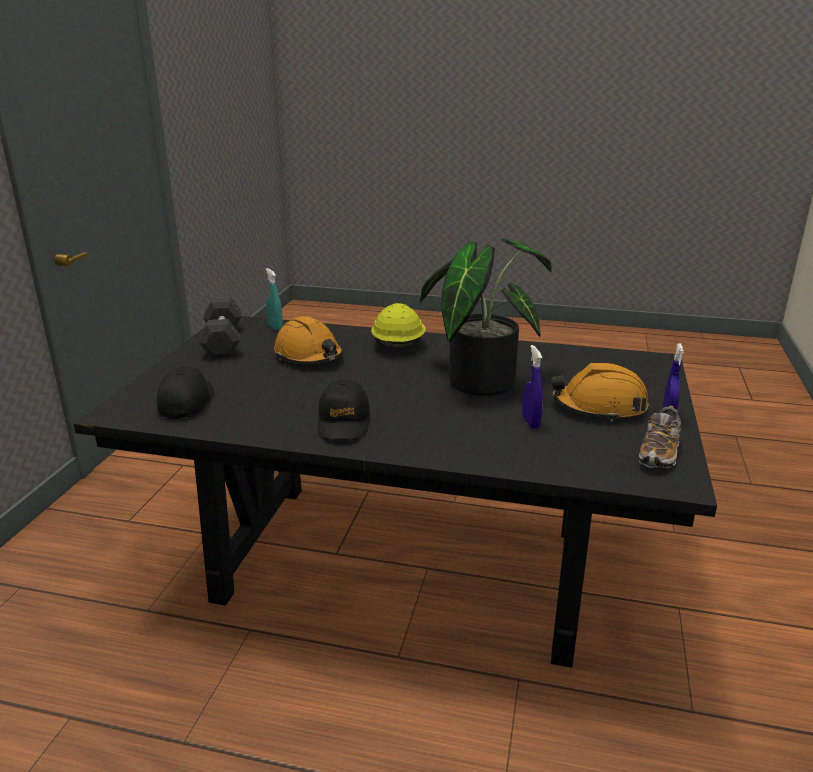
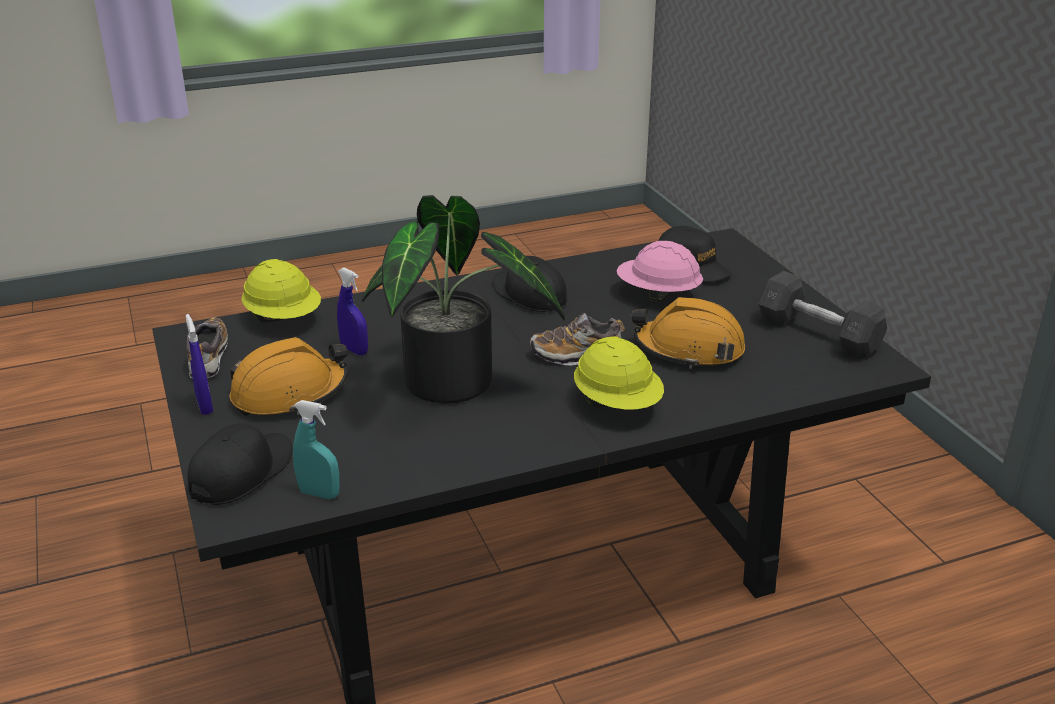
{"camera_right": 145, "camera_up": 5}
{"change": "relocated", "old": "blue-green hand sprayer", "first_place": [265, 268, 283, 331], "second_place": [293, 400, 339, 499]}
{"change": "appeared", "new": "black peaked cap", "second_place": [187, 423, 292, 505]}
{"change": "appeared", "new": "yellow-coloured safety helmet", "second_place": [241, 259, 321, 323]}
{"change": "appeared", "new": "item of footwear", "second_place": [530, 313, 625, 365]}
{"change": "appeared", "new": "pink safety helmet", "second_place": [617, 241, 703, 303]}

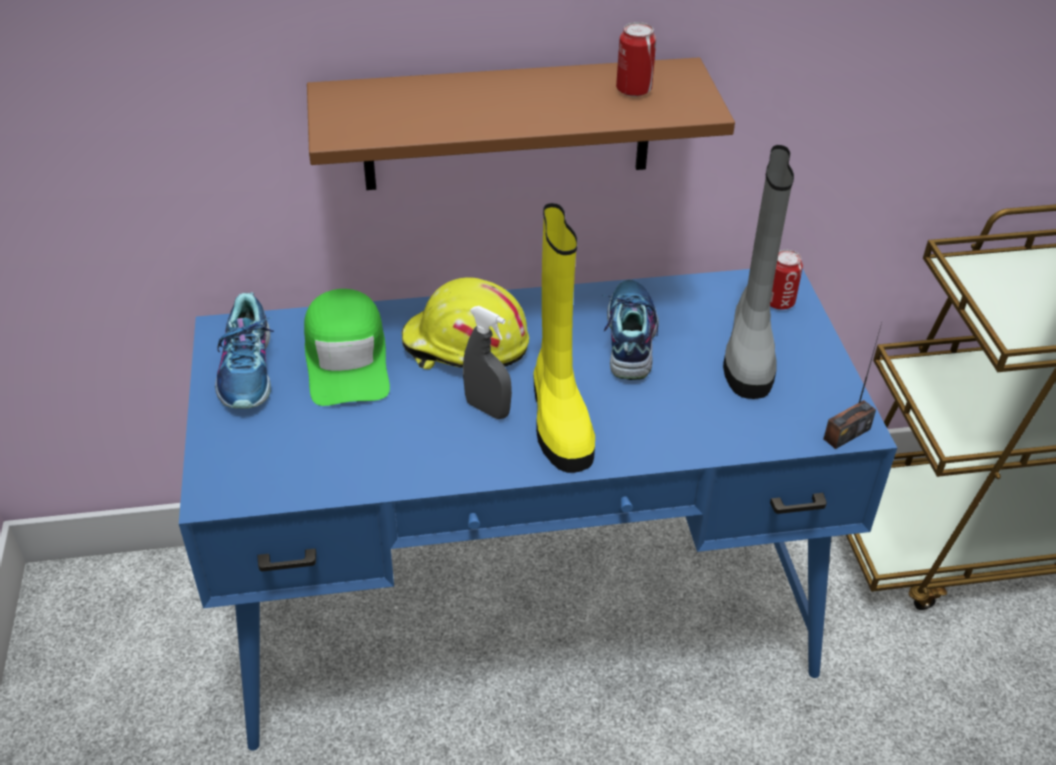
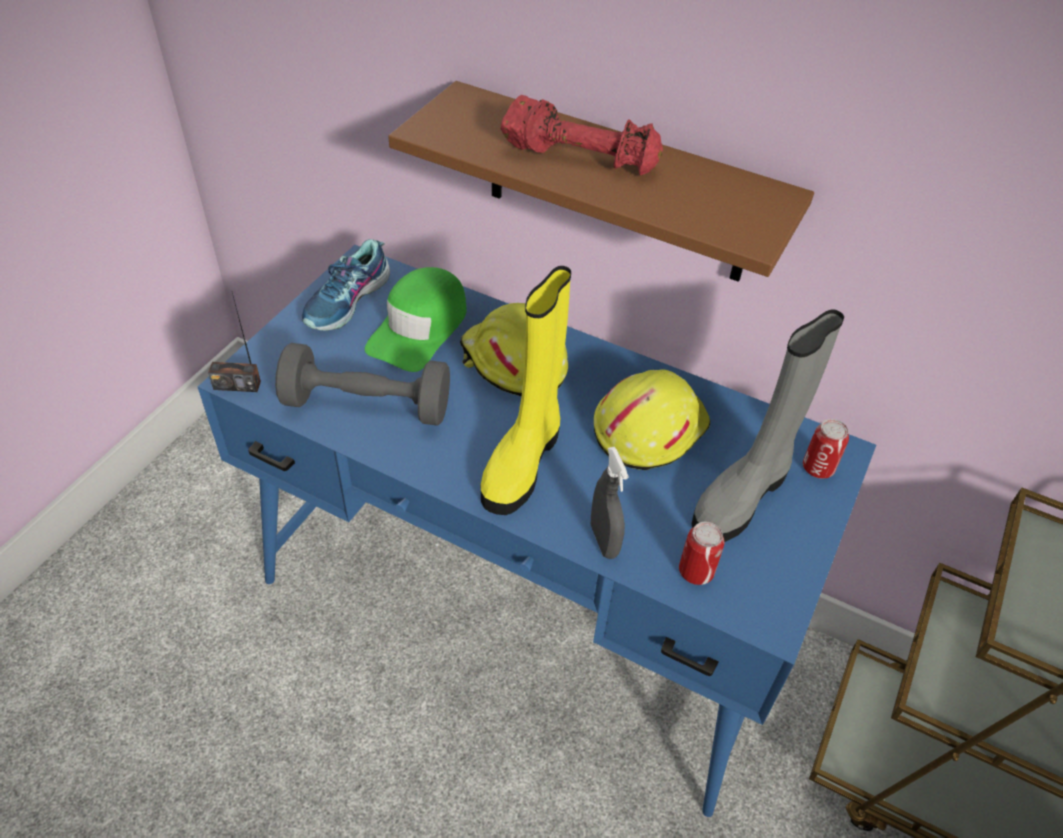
{"camera_right": 35, "camera_up": 5}
{"change": "relocated", "old": "greyish hand sprayer", "first_place": [463, 306, 512, 419], "second_place": [591, 447, 629, 559]}
{"change": "exchanged", "old": "item of footwear", "new": "yellow-coloured safety helmet", "first_place": [602, 280, 659, 380], "second_place": [594, 369, 710, 470]}
{"change": "relocated", "old": "metal can", "first_place": [616, 22, 656, 97], "second_place": [679, 521, 725, 585]}
{"change": "relocated", "old": "radio set", "first_place": [824, 323, 882, 449], "second_place": [208, 293, 261, 392]}
{"change": "appeared", "new": "greyish hand weight", "second_place": [275, 343, 450, 426]}
{"change": "appeared", "new": "red hand weight", "second_place": [501, 95, 663, 175]}

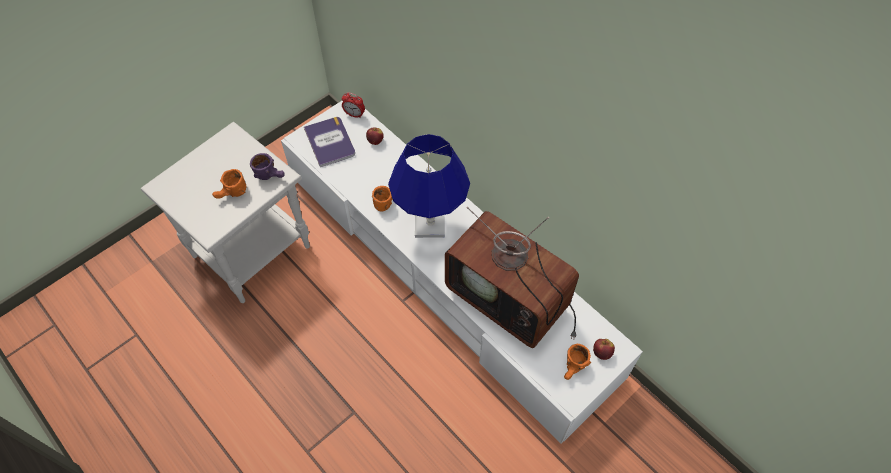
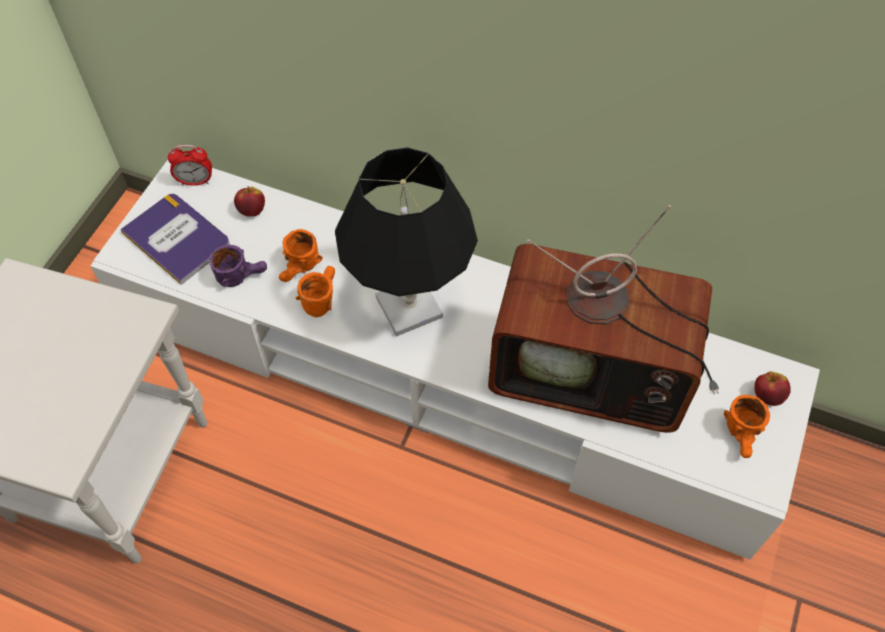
{"camera_right": -25, "camera_up": 0}
{"change": "relocated", "old": "orange-coloured coffee mug", "first_place": [212, 169, 246, 198], "second_place": [279, 229, 323, 282]}
{"change": "relocated", "old": "purplish coffee mug", "first_place": [250, 153, 285, 180], "second_place": [209, 244, 267, 287]}
{"change": "colour", "old": "blue tabletop lamp", "new": "black tabletop lamp", "first_place": [388, 134, 470, 238], "second_place": [335, 147, 478, 337]}

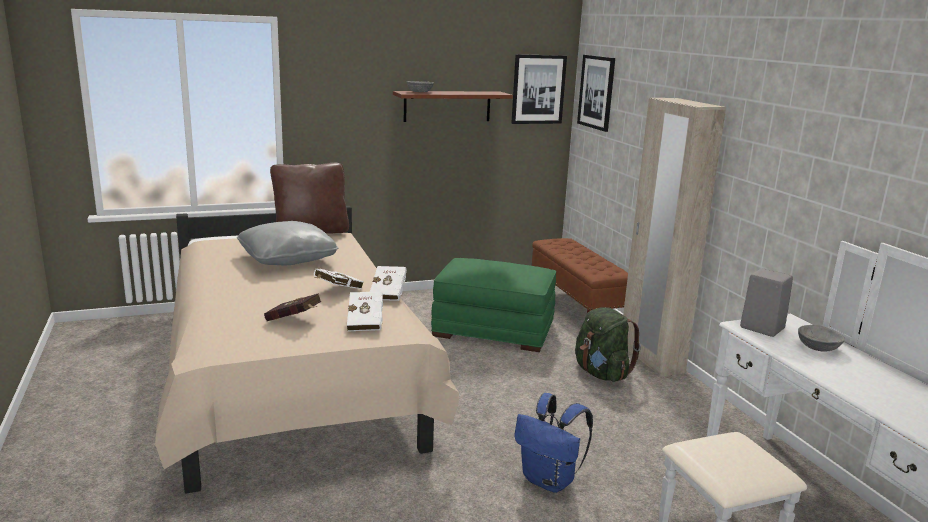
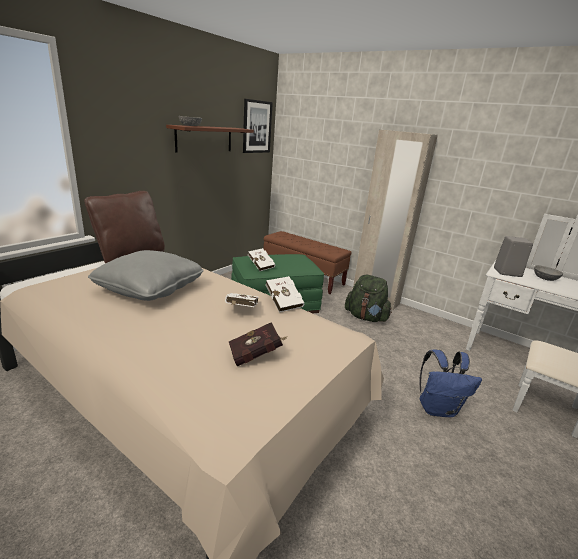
{"camera_right": -35, "camera_up": 5}
{"change": "relocated", "old": "whitish bound book", "first_place": [347, 291, 383, 332], "second_place": [248, 248, 275, 271]}
{"change": "missing", "old": "wall art", "first_place": [577, 55, 615, 132]}

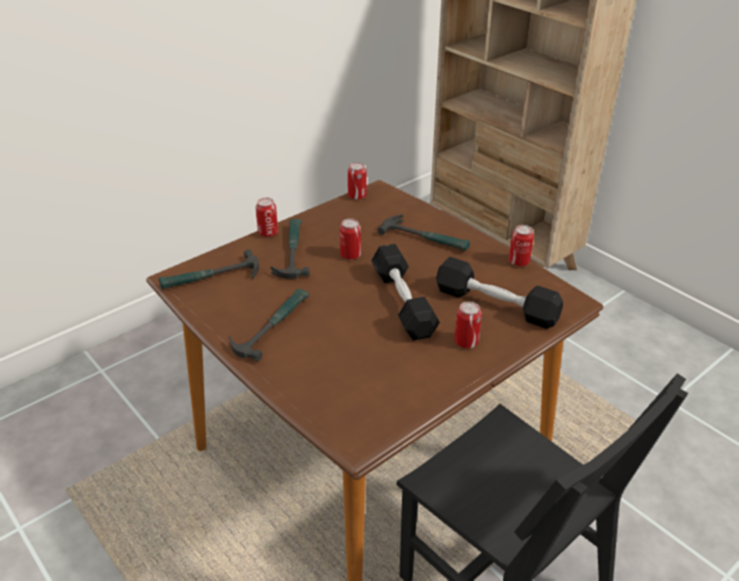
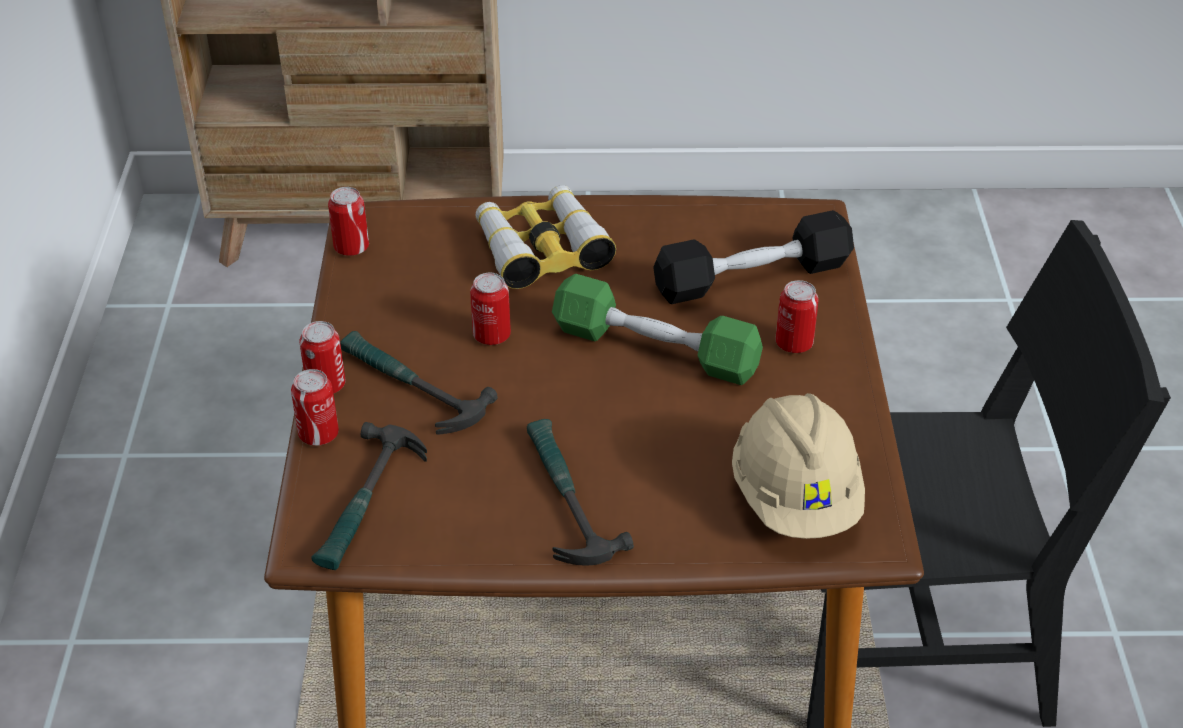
{"camera_right": -50, "camera_up": 5}
{"change": "colour", "old": "black hand weight", "new": "green hand weight", "first_place": [371, 244, 440, 340], "second_place": [552, 274, 763, 385]}
{"change": "exchanged", "old": "hammer", "new": "binoculars", "first_place": [378, 214, 470, 251], "second_place": [475, 185, 616, 289]}
{"change": "relocated", "old": "metal can", "first_place": [509, 225, 534, 267], "second_place": [291, 369, 339, 446]}
{"change": "appeared", "new": "sand-coloured safety helmet", "second_place": [732, 393, 865, 539]}

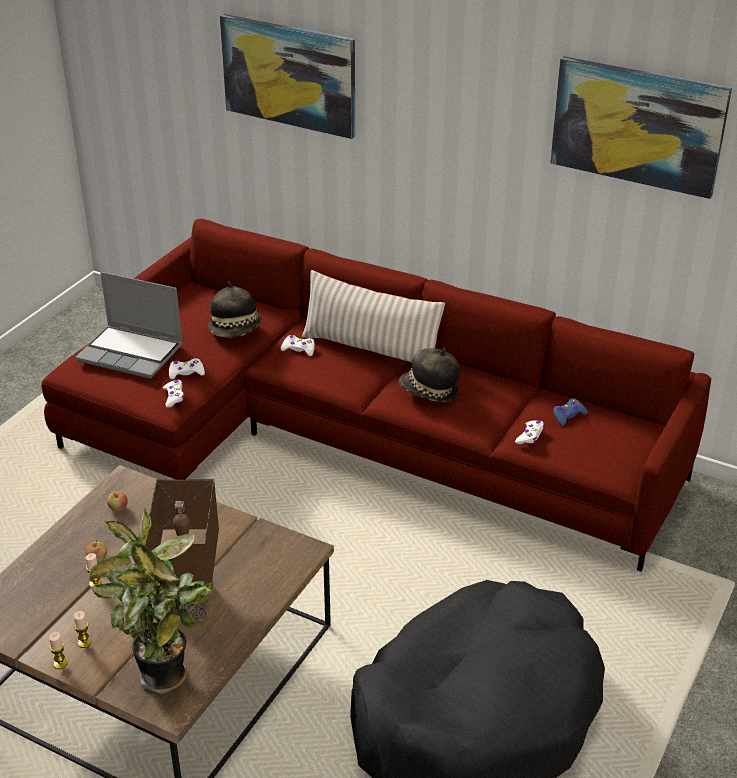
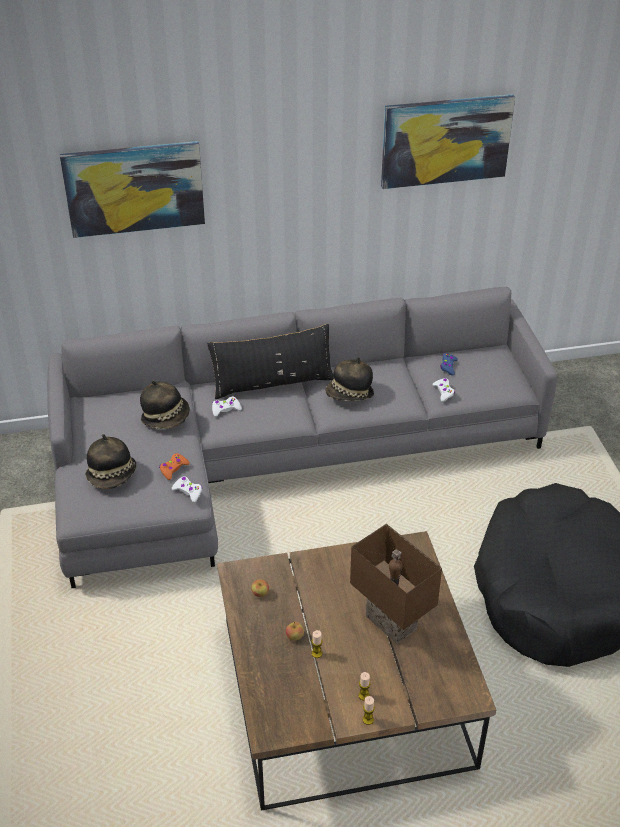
{"camera_right": -40, "camera_up": 5}
{"change": "colour", "old": "red sofa", "new": "greyish sofa", "first_place": [41, 219, 711, 572], "second_place": [47, 287, 557, 588]}
{"change": "exchanged", "old": "notebook computer", "new": "hat", "first_place": [75, 272, 183, 379], "second_place": [85, 434, 137, 489]}
{"change": "missing", "old": "potted plant", "first_place": [88, 507, 214, 694]}
{"change": "colour", "old": "whitish gamepad", "new": "orange-coloured gamepad", "first_place": [169, 358, 205, 379], "second_place": [159, 453, 190, 480]}
{"change": "colour", "old": "sand-coloured cushion", "new": "black cushion", "first_place": [302, 270, 445, 362], "second_place": [207, 324, 334, 399]}

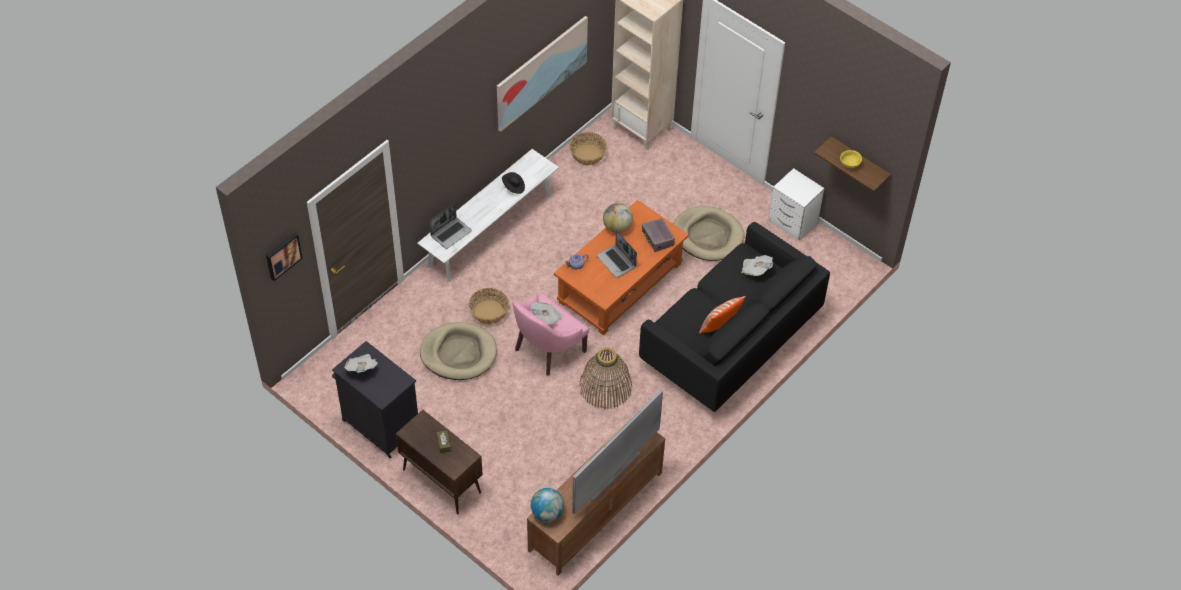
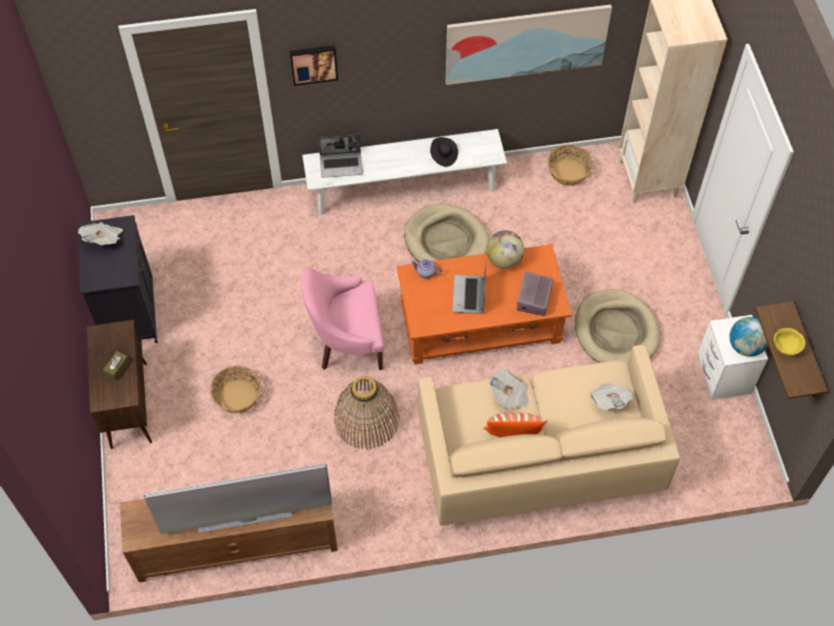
{"camera_right": 40, "camera_up": 5}
{"change": "relocated", "old": "wall art", "first_place": [266, 233, 303, 281], "second_place": [290, 45, 338, 86]}
{"change": "relocated", "old": "sand-coloured dog bed", "first_place": [420, 322, 497, 380], "second_place": [404, 204, 489, 262]}
{"change": "relocated", "old": "household basket", "first_place": [469, 288, 509, 324], "second_place": [210, 366, 261, 413]}
{"change": "relocated", "old": "printed paper", "first_place": [530, 301, 564, 325], "second_place": [489, 370, 529, 410]}
{"change": "relocated", "old": "globe", "first_place": [531, 488, 564, 522], "second_place": [729, 317, 768, 357]}
{"change": "colour", "old": "black sofa", "new": "sand-coloured sofa", "first_place": [639, 222, 830, 412], "second_place": [418, 345, 680, 526]}

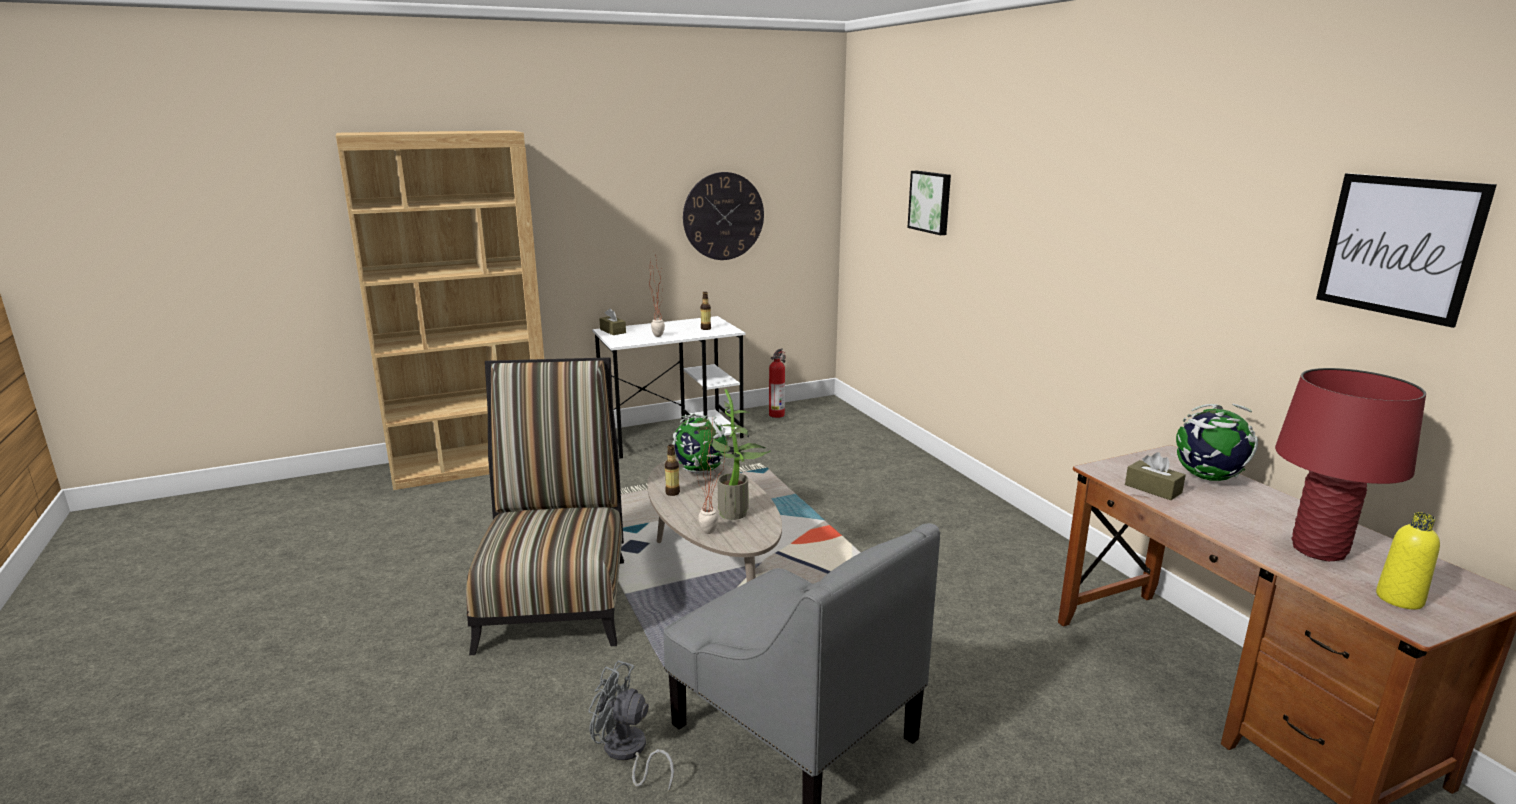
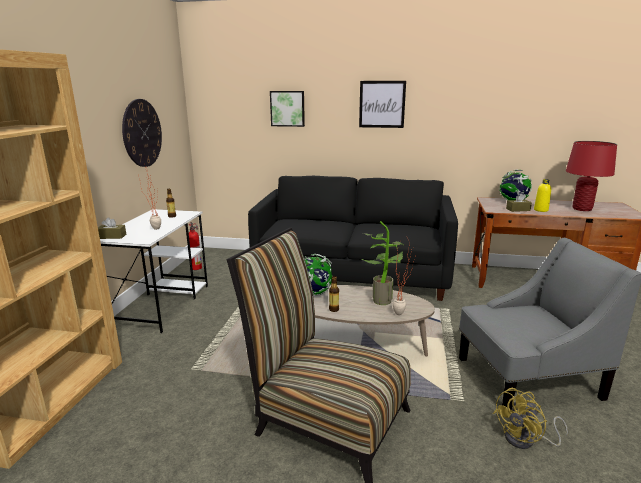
{"camera_right": -55, "camera_up": 0}
{"change": "colour", "old": "greyish fan", "new": "yellow-coloured fan", "first_place": [589, 660, 674, 792], "second_place": [493, 388, 568, 449]}
{"change": "relocated", "old": "wall art", "first_place": [1316, 173, 1497, 328], "second_place": [359, 81, 406, 128]}
{"change": "relocated", "old": "yellow-coloured drink bottle", "first_place": [1376, 512, 1440, 609], "second_place": [534, 179, 551, 212]}
{"change": "appeared", "new": "black sofa", "second_place": [248, 176, 458, 301]}

